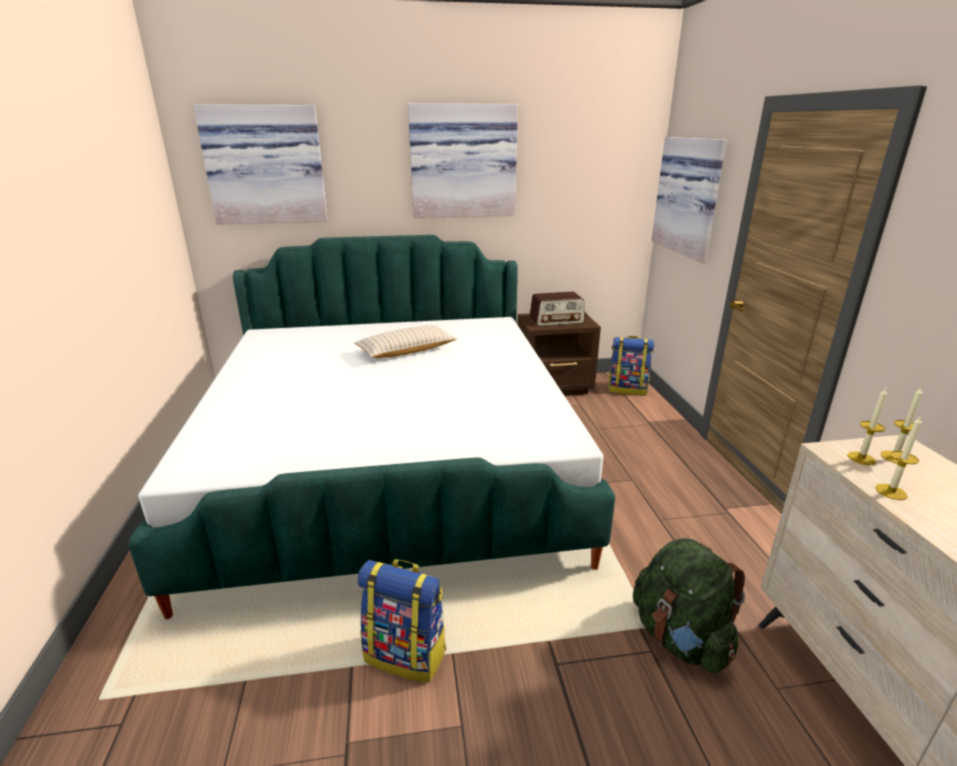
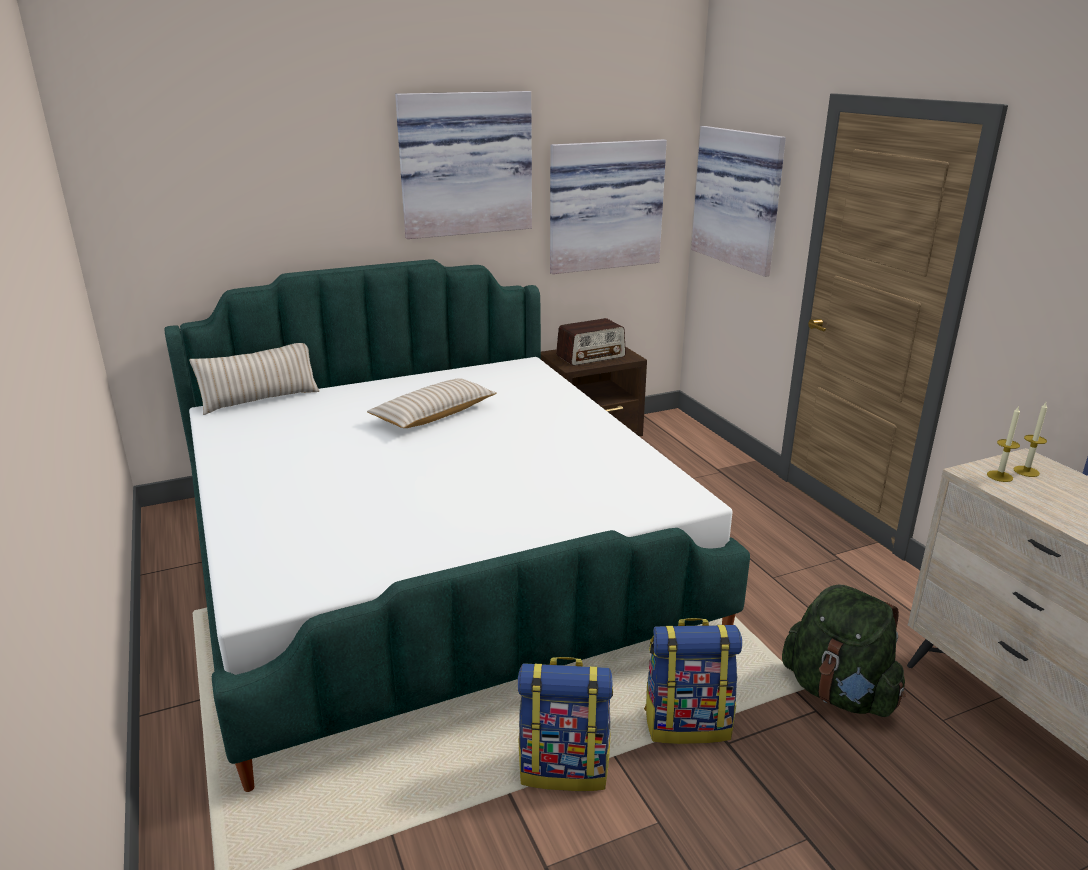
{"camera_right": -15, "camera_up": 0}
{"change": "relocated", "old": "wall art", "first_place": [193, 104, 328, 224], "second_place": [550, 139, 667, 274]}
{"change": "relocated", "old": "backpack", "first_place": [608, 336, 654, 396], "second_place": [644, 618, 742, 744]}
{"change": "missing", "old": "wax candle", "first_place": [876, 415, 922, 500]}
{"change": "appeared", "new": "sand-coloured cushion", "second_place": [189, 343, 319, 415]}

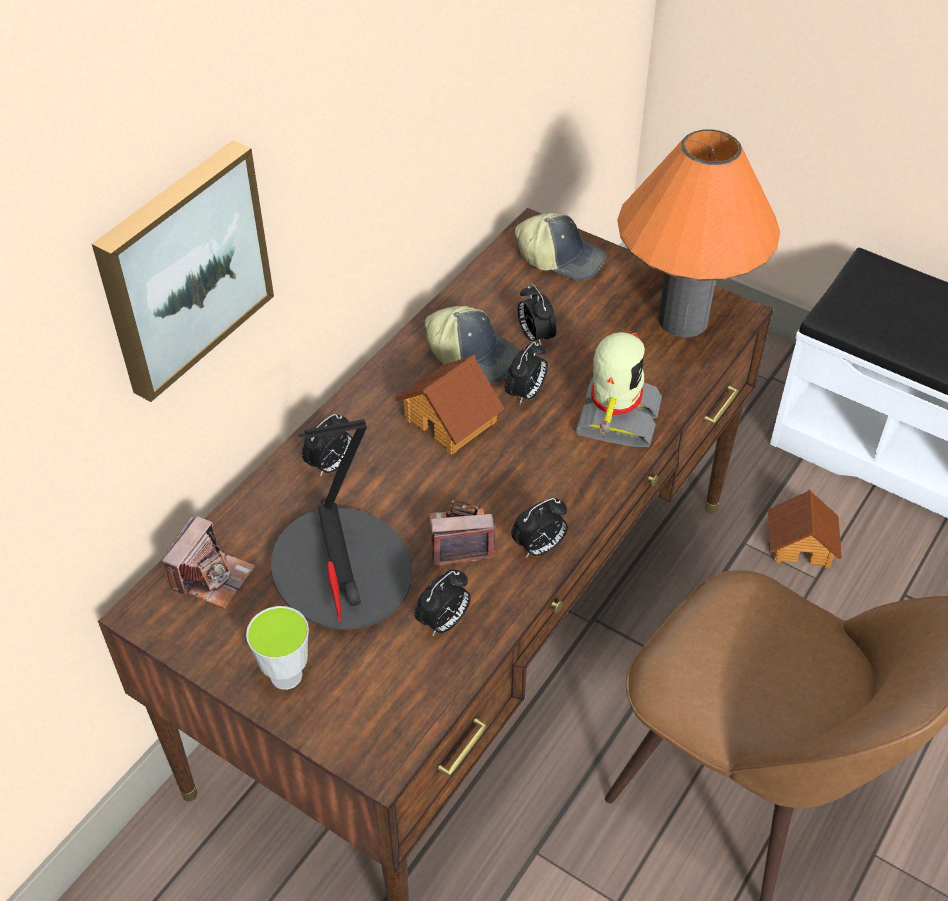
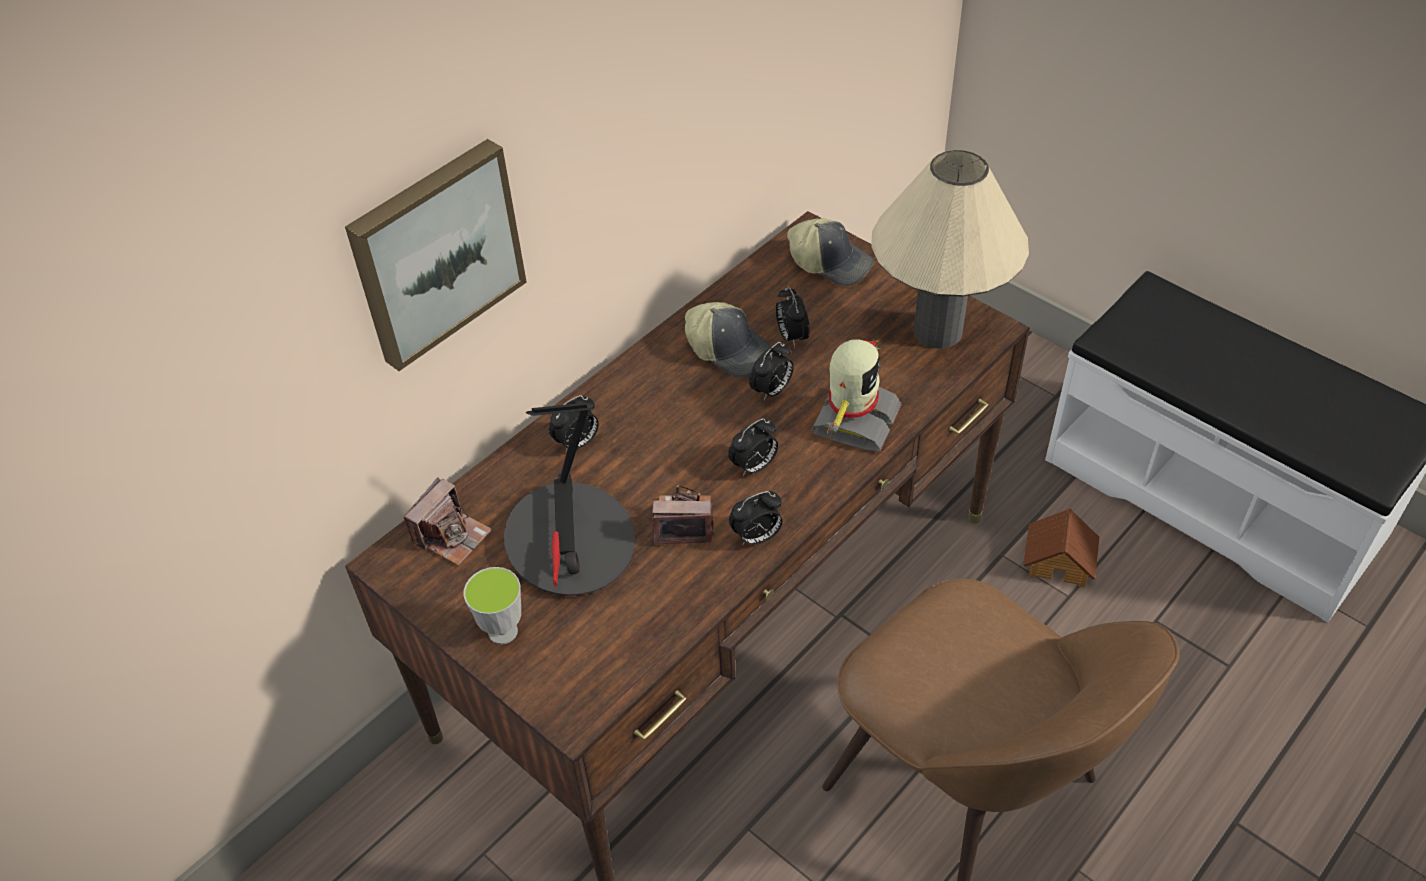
{"camera_right": 10, "camera_up": 0}
{"change": "missing", "old": "toy house", "first_place": [395, 355, 504, 455]}
{"change": "relocated", "old": "table clock", "first_place": [414, 569, 471, 636], "second_place": [728, 418, 778, 476]}
{"change": "colour", "old": "orange-coloured tabletop lamp", "new": "sand-coloured tabletop lamp", "first_place": [617, 129, 780, 337], "second_place": [871, 150, 1029, 349]}

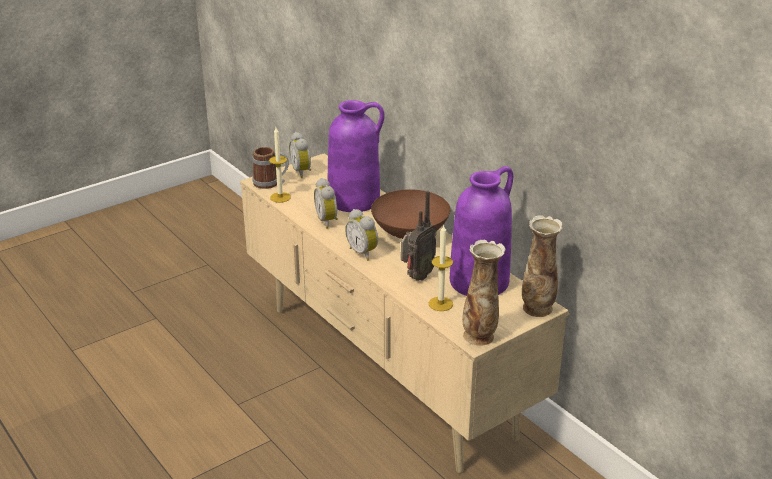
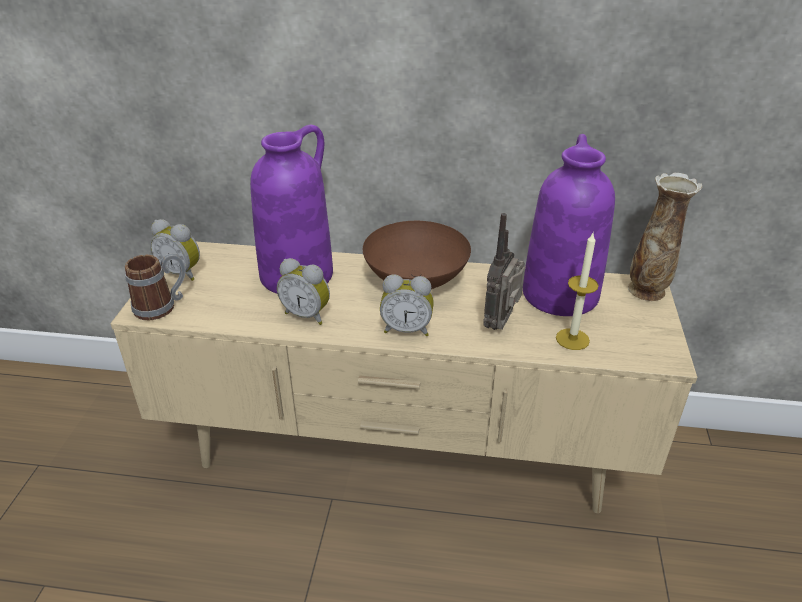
{"camera_right": -45, "camera_up": 5}
{"change": "missing", "old": "wax candle", "first_place": [269, 128, 291, 203]}
{"change": "spun", "old": "radio set", "first_place": [401, 190, 437, 281], "second_place": [483, 213, 525, 330], "degrees": -150}
{"change": "missing", "old": "decorative vase", "first_place": [462, 240, 505, 346]}

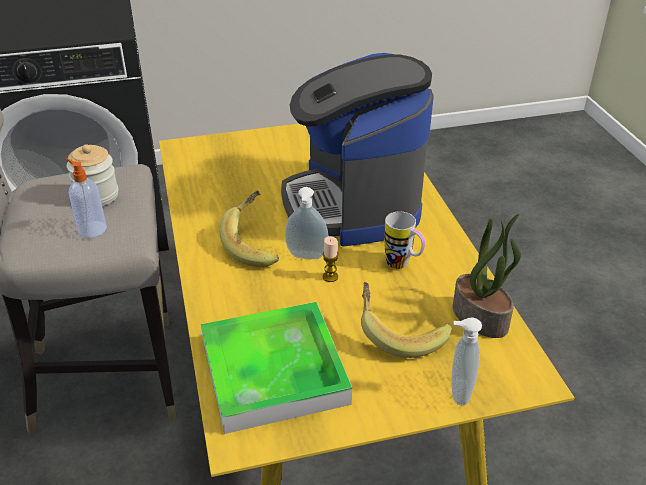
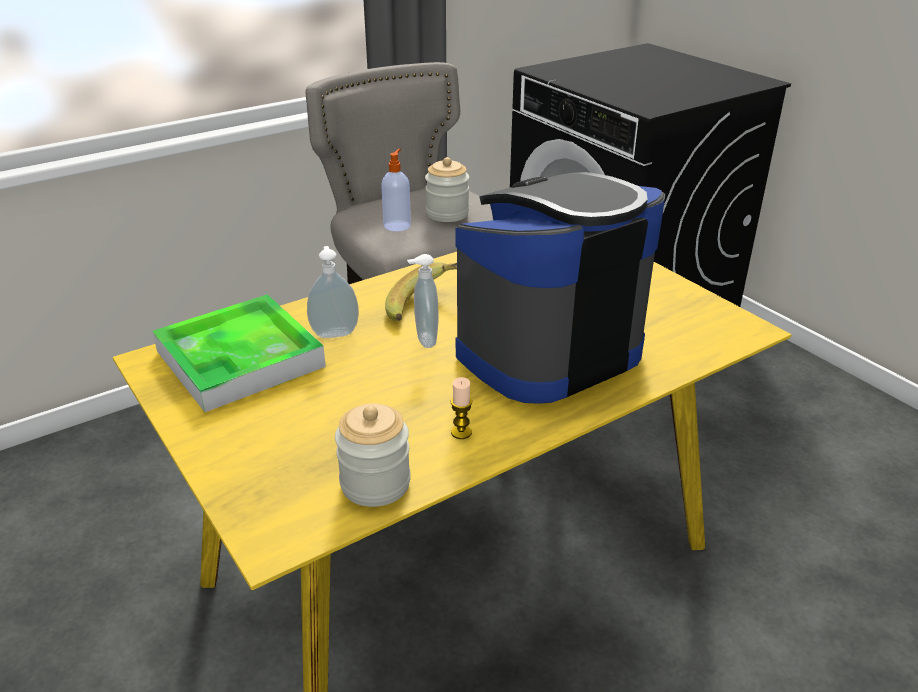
{"camera_right": 70, "camera_up": -5}
{"change": "relocated", "old": "wax candle", "first_place": [322, 236, 339, 282], "second_place": [451, 377, 472, 439]}
{"change": "missing", "old": "banana", "first_place": [361, 282, 452, 358]}
{"change": "missing", "old": "coffee mug", "first_place": [384, 211, 425, 269]}
{"change": "relocated", "old": "liquid soap bottle", "first_place": [452, 317, 482, 406], "second_place": [307, 246, 359, 338]}
{"change": "exchanged", "old": "potted plant", "new": "jar", "first_place": [453, 214, 521, 338], "second_place": [335, 404, 411, 507]}

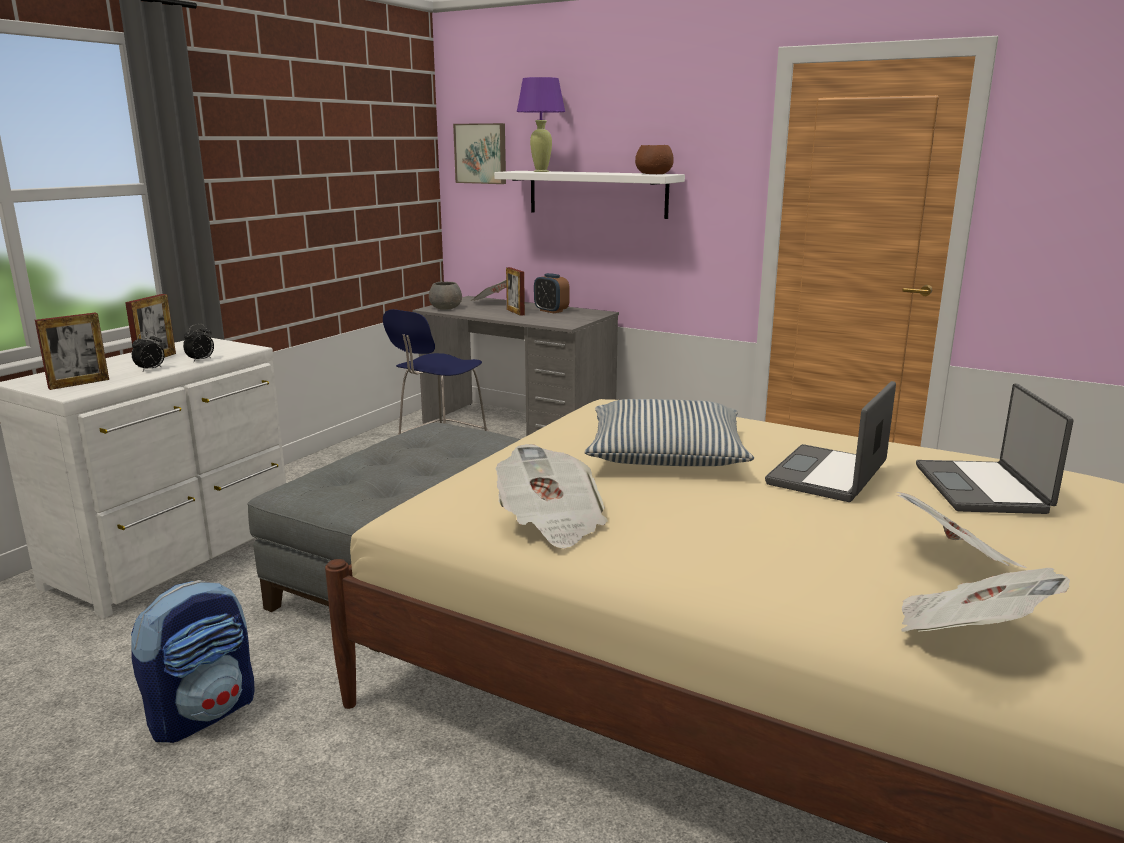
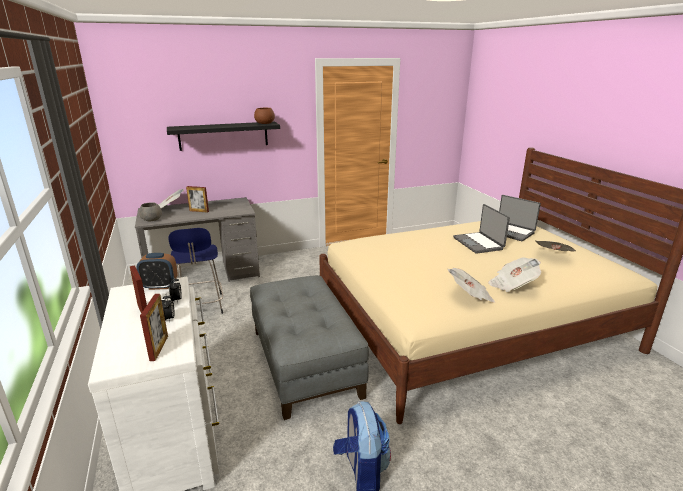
{"camera_right": -50, "camera_up": 5}
{"change": "missing", "old": "wall art", "first_place": [453, 123, 506, 184]}
{"change": "colour", "old": "whitish bracket shelf", "new": "black bracket shelf", "first_place": [494, 171, 685, 219], "second_place": [167, 122, 280, 151]}
{"change": "missing", "old": "purplish tabletop lamp", "first_place": [517, 77, 565, 172]}
{"change": "relocated", "old": "table clock", "first_place": [534, 273, 570, 313], "second_place": [136, 253, 178, 290]}
{"change": "missing", "old": "cushion", "first_place": [585, 399, 754, 466]}
{"change": "relocated", "old": "printed paper", "first_place": [901, 568, 1070, 632], "second_place": [488, 257, 542, 292]}

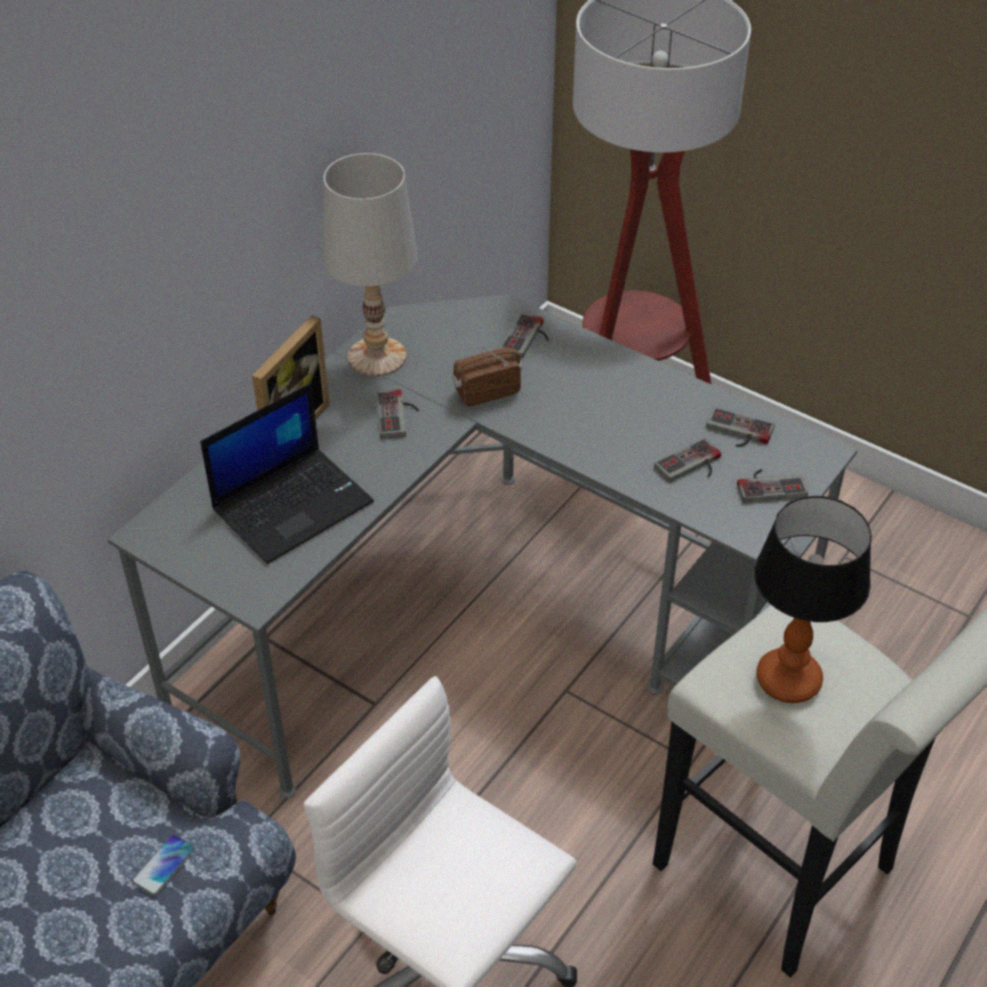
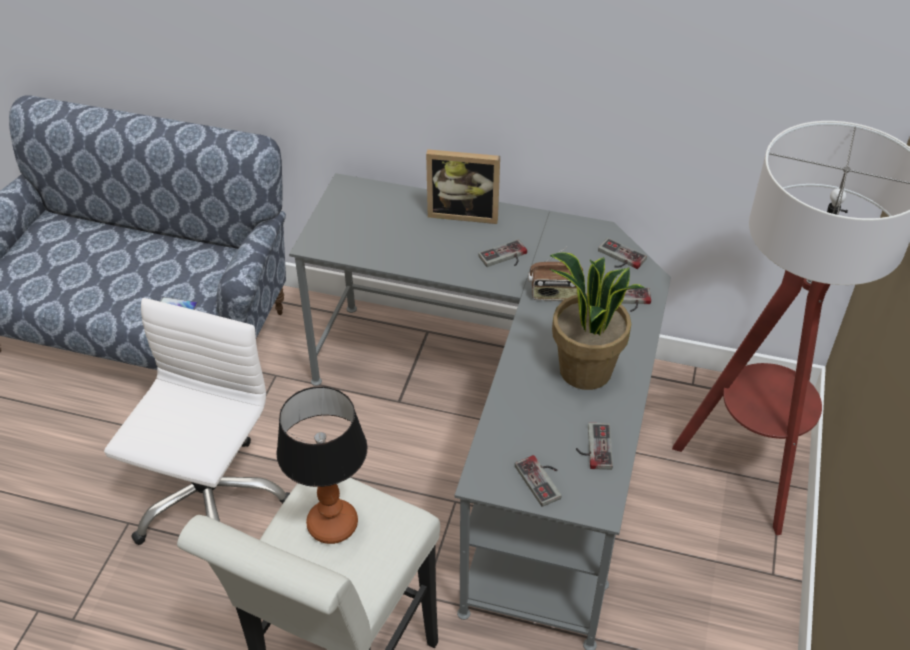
{"camera_right": 70, "camera_up": 0}
{"change": "missing", "old": "notebook computer", "first_place": [200, 383, 374, 564]}
{"change": "missing", "old": "whitish tabletop lamp", "first_place": [322, 153, 418, 376]}
{"change": "spun", "old": "radio set", "first_place": [452, 345, 523, 407], "second_place": [528, 247, 583, 301], "degrees": 135}
{"change": "relocated", "old": "gamepad", "first_place": [654, 438, 721, 482], "second_place": [598, 238, 647, 269]}
{"change": "appeared", "new": "potted plant", "second_place": [550, 253, 645, 390]}

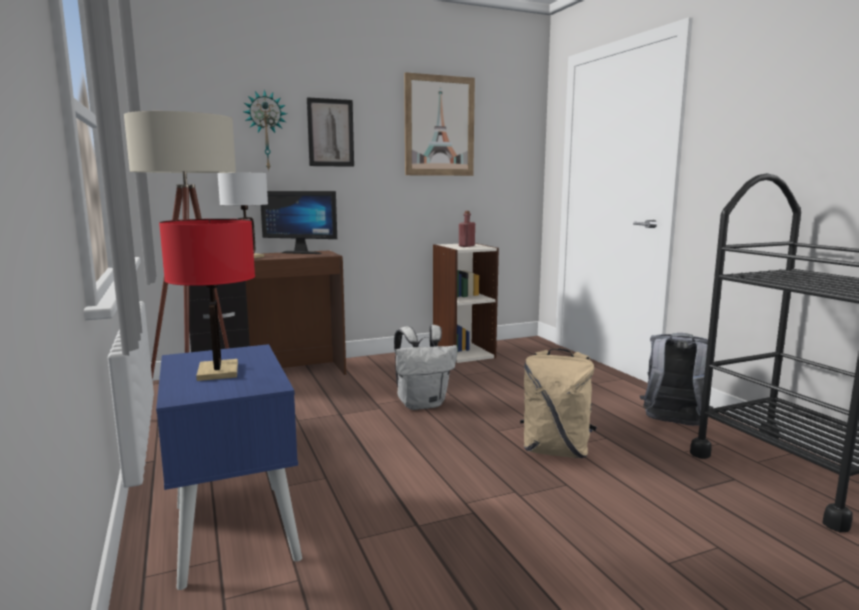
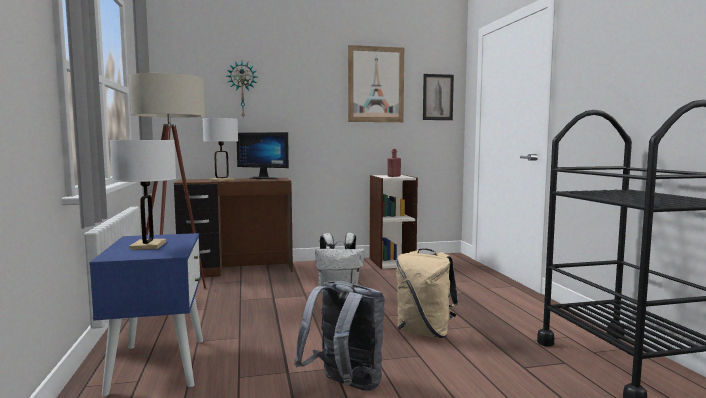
{"camera_right": 10, "camera_up": -5}
{"change": "colour", "old": "red tabletop lamp", "new": "whitish tabletop lamp", "first_place": [159, 219, 255, 381], "second_place": [110, 140, 176, 250]}
{"change": "relocated", "old": "wall art", "first_place": [307, 97, 354, 167], "second_place": [423, 74, 454, 120]}
{"change": "relocated", "old": "greyish backpack", "first_place": [640, 333, 713, 426], "second_place": [294, 281, 385, 391]}

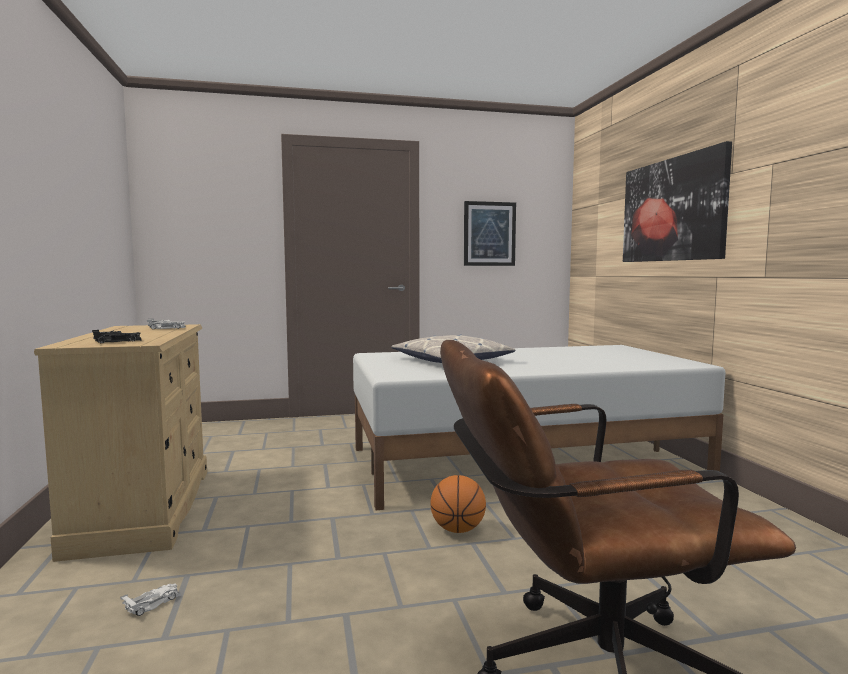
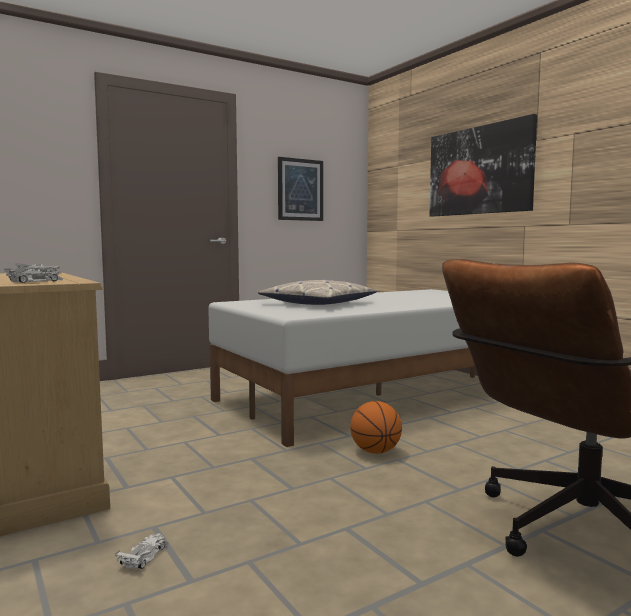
{"camera_right": -20, "camera_up": 0}
{"change": "colour", "old": "black toy car", "new": "whitish toy car", "first_place": [92, 330, 141, 343], "second_place": [4, 268, 63, 283]}

